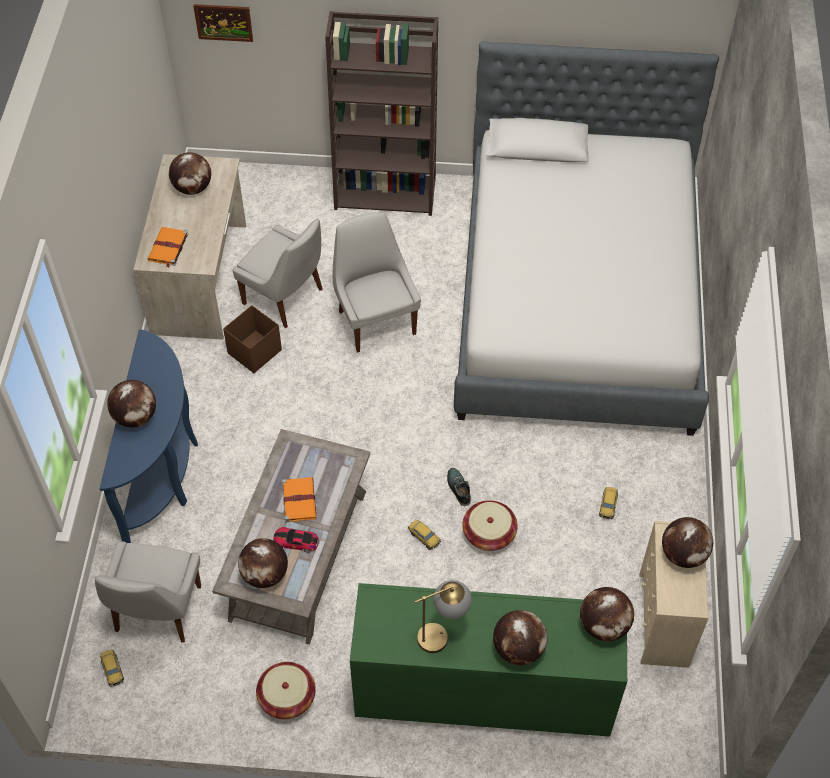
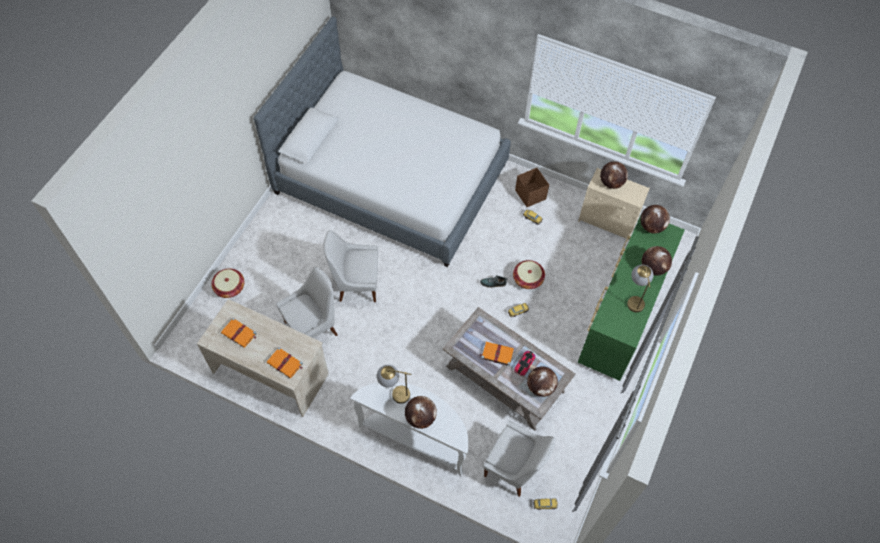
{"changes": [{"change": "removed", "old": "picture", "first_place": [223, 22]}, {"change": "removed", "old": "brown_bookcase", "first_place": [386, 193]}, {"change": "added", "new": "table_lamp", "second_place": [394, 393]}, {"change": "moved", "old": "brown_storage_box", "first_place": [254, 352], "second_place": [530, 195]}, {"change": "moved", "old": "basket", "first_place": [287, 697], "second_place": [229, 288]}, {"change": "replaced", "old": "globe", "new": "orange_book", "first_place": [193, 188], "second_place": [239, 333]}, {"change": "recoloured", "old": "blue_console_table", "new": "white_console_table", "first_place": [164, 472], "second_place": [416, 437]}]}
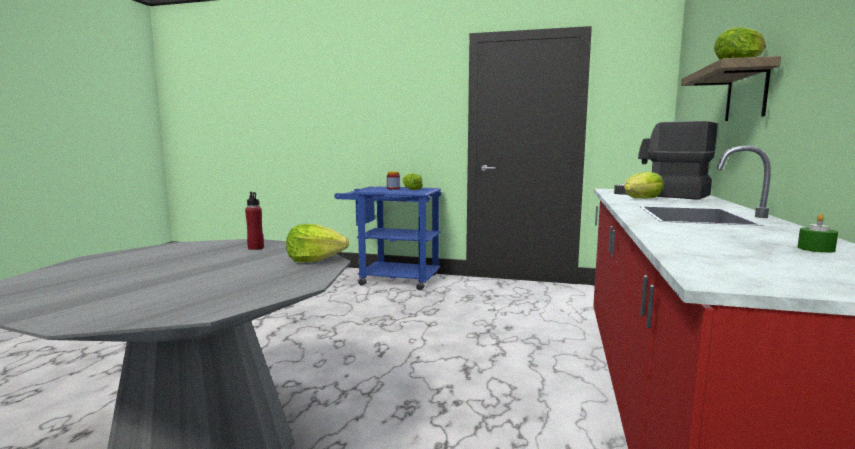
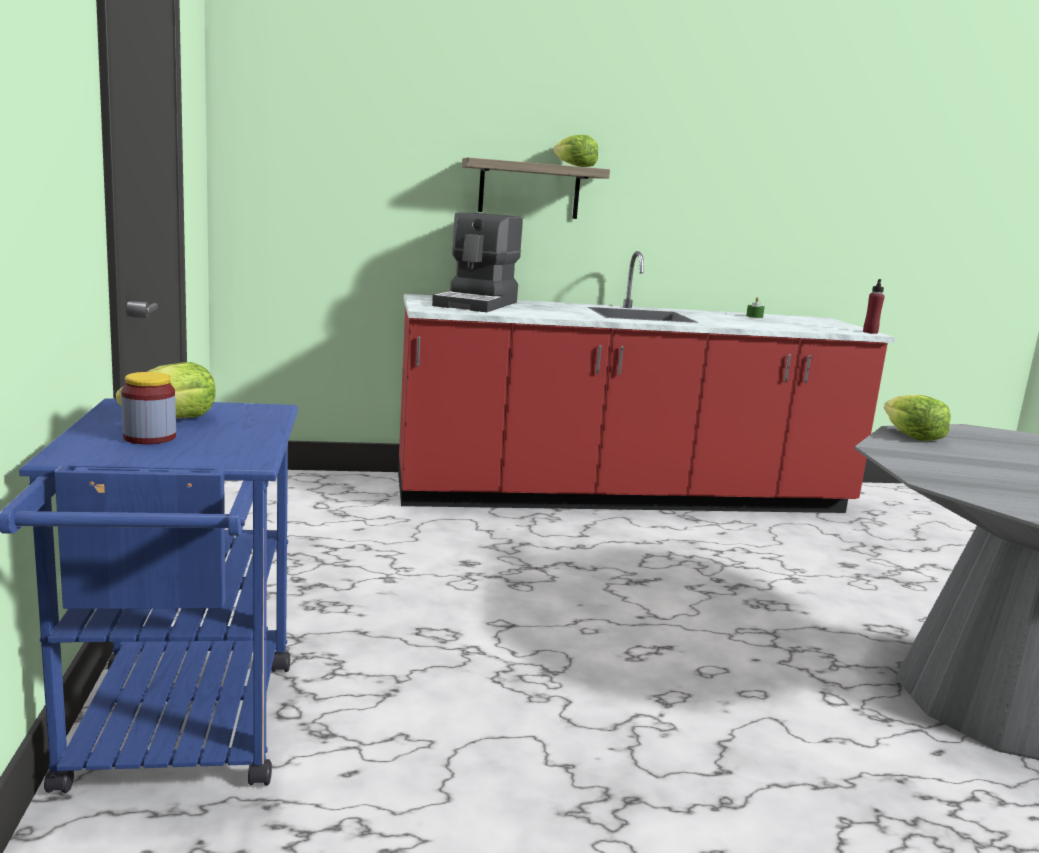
{"changes": [{"change": "removed", "old": "lettuce", "first_place": [641, 199]}, {"change": "moved", "old": "red_bottle", "first_place": [255, 248], "second_place": [870, 332]}]}
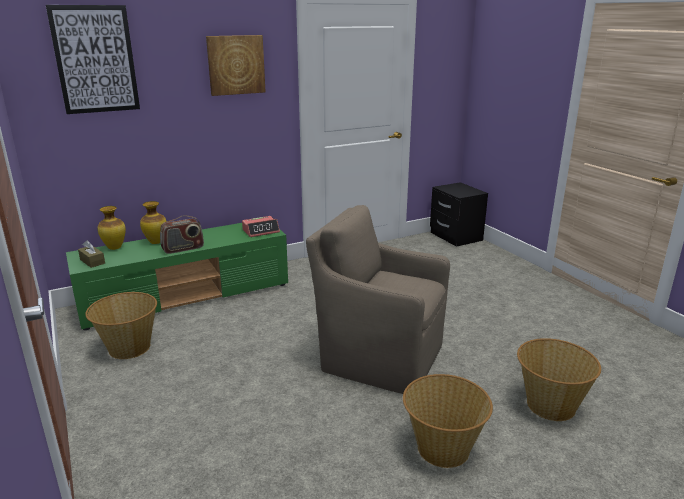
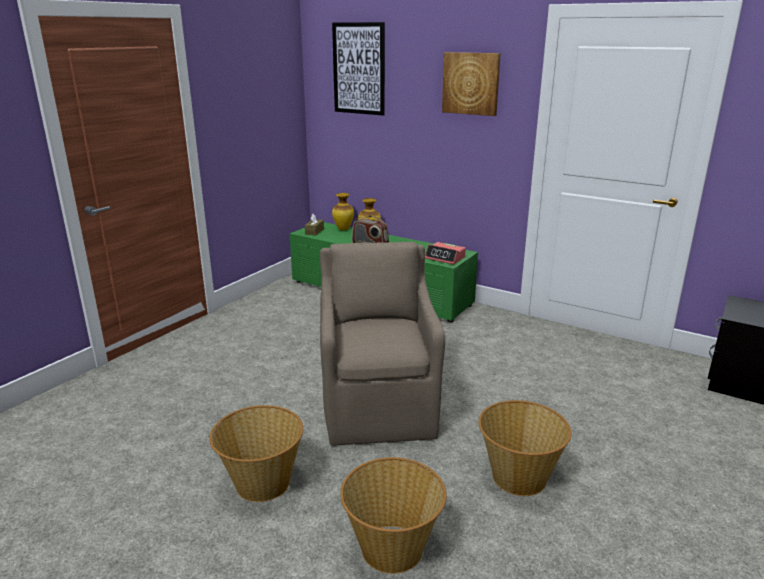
{"changes": [{"change": "moved", "old": "basket", "first_place": [129, 347], "second_place": [518, 477]}]}
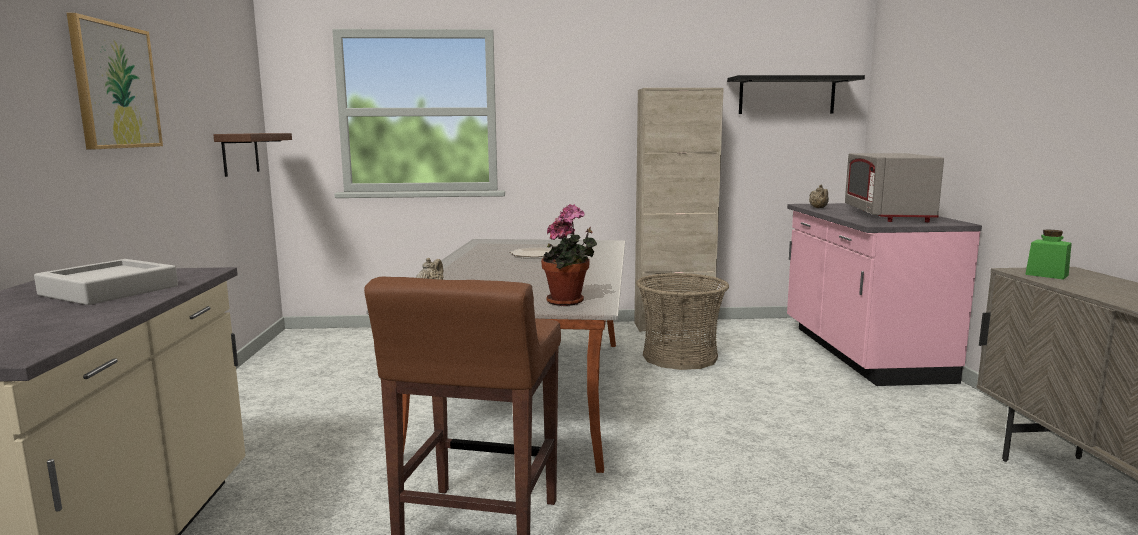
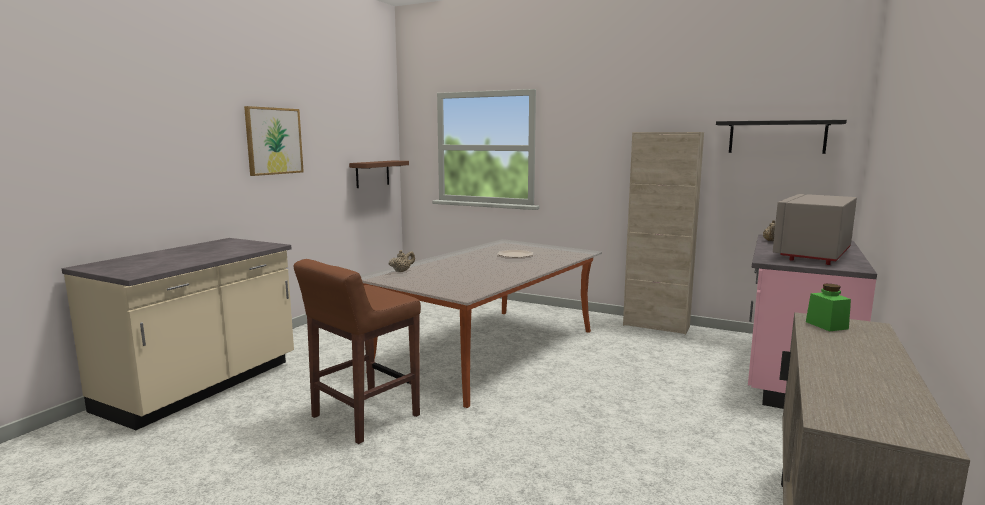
{"changes": [{"change": "removed", "old": "grey_tray", "first_place": [109, 290]}, {"change": "removed", "old": "potted_plant", "first_place": [568, 302]}, {"change": "removed", "old": "basket", "first_place": [679, 357]}]}
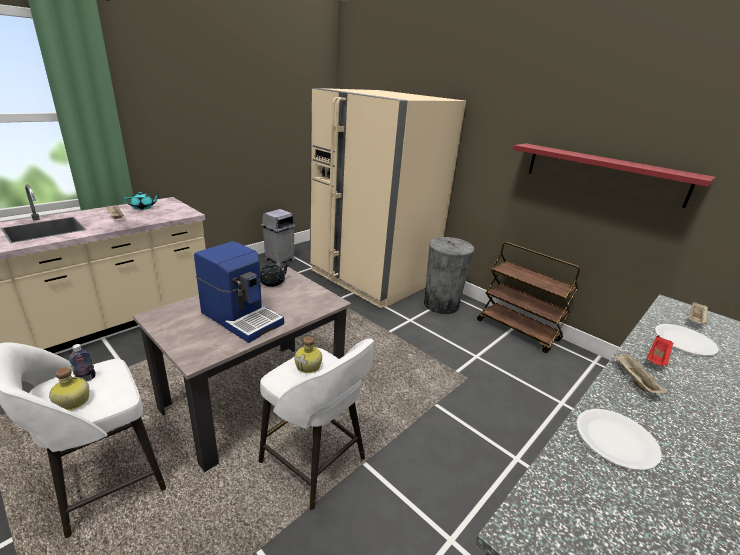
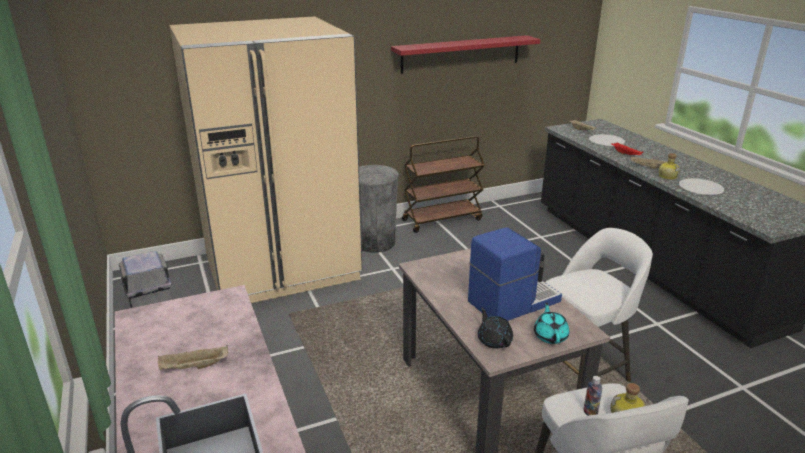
{"changes": [{"change": "moved", "old": "turquoise_teapot", "first_place": [143, 207], "second_place": [550, 336]}, {"change": "moved", "old": "black_teapot", "first_place": [272, 282], "second_place": [494, 340]}, {"change": "moved", "old": "bottle", "first_place": [309, 366], "second_place": [667, 176]}]}
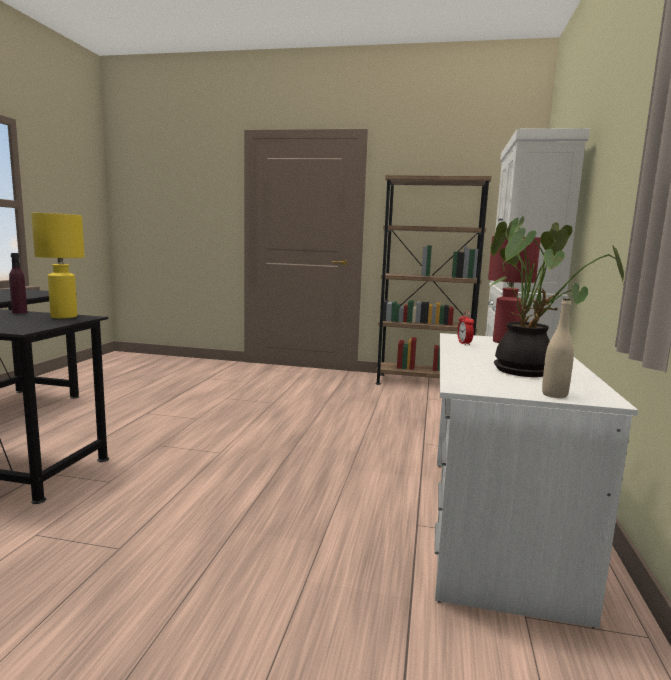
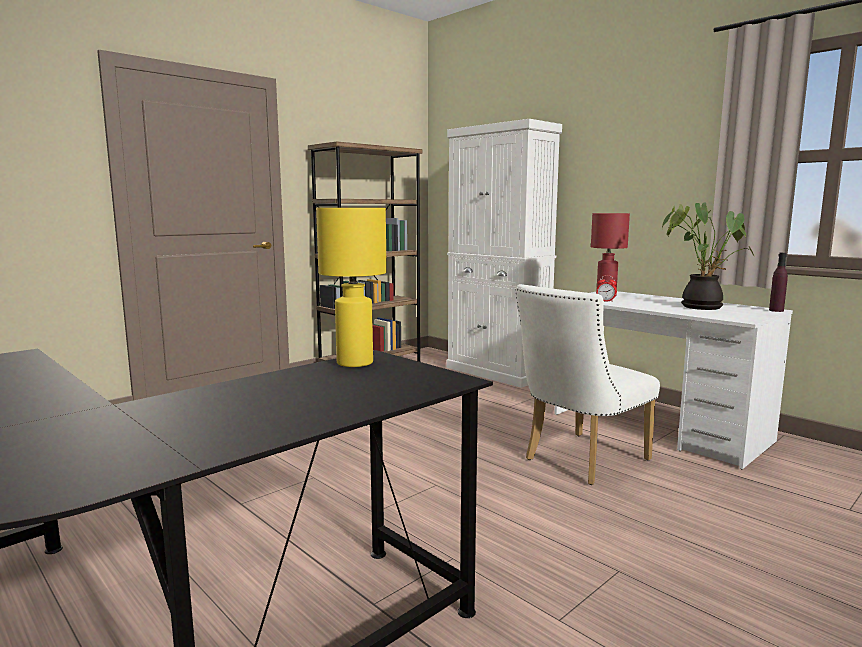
{"changes": [{"change": "removed", "old": "beige_bottle", "first_place": [554, 395]}, {"change": "added", "new": "white_chair", "second_place": [579, 461]}, {"change": "moved", "old": "purple_bottle", "first_place": [19, 312], "second_place": [776, 310]}]}
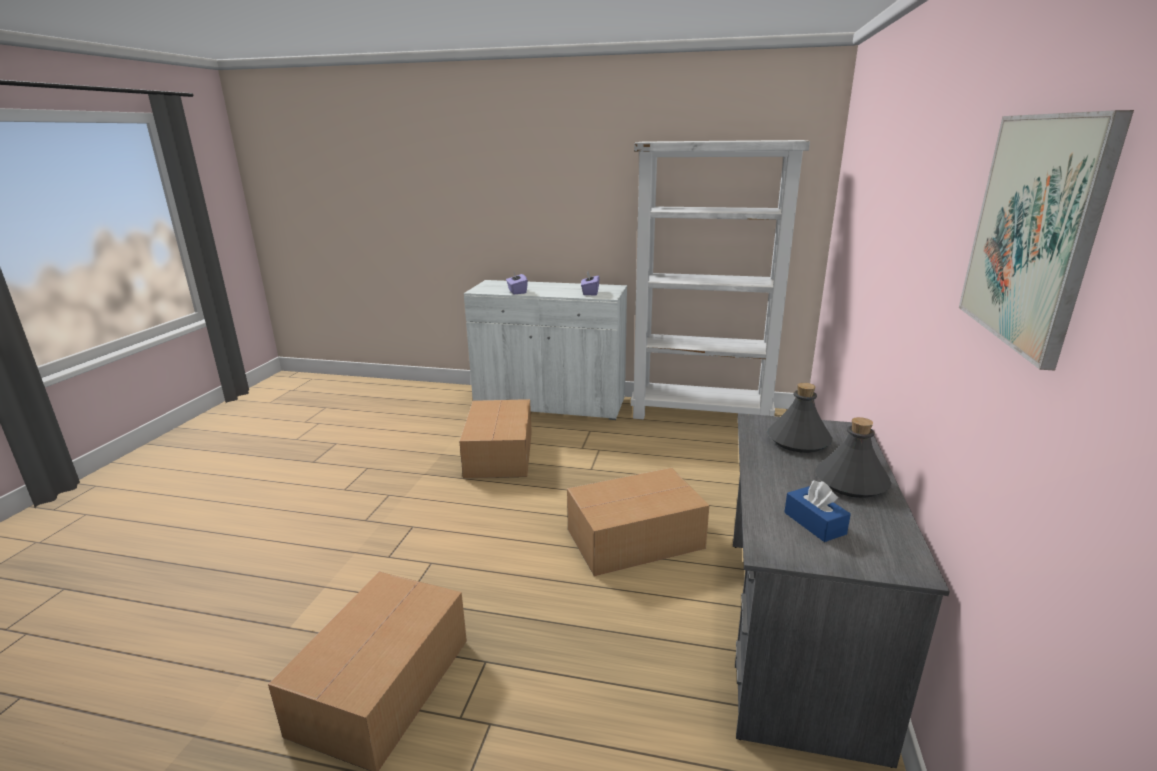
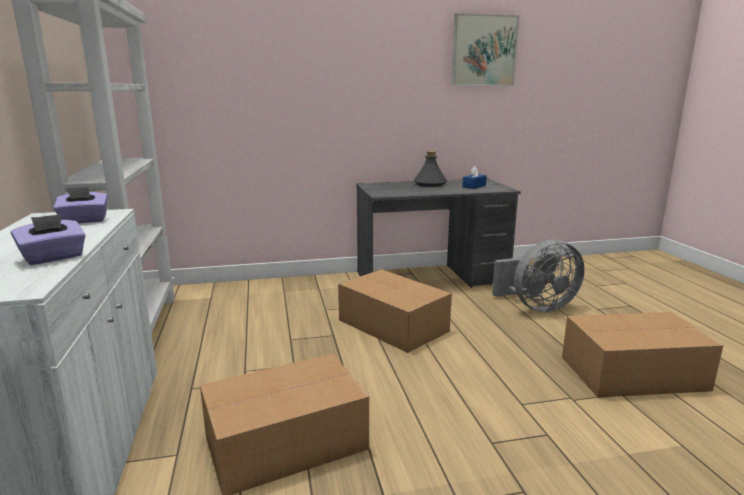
{"changes": [{"change": "removed", "old": "grey_bottle", "first_place": [799, 441]}, {"change": "added", "new": "grey_fan", "second_place": [537, 307]}]}
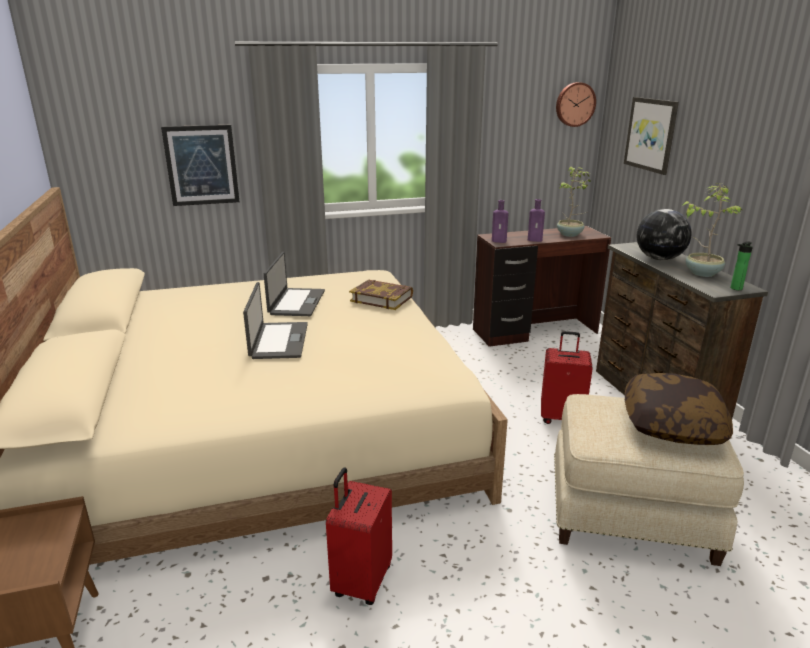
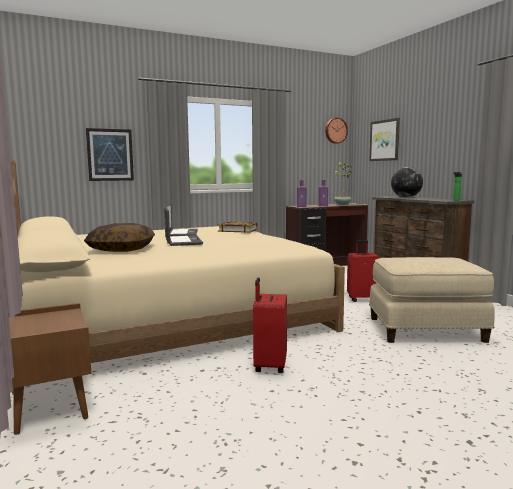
{"changes": [{"change": "removed", "old": "potted_plant", "first_place": [702, 273]}, {"change": "moved", "old": "pillow", "first_place": [672, 425], "second_place": [122, 249]}]}
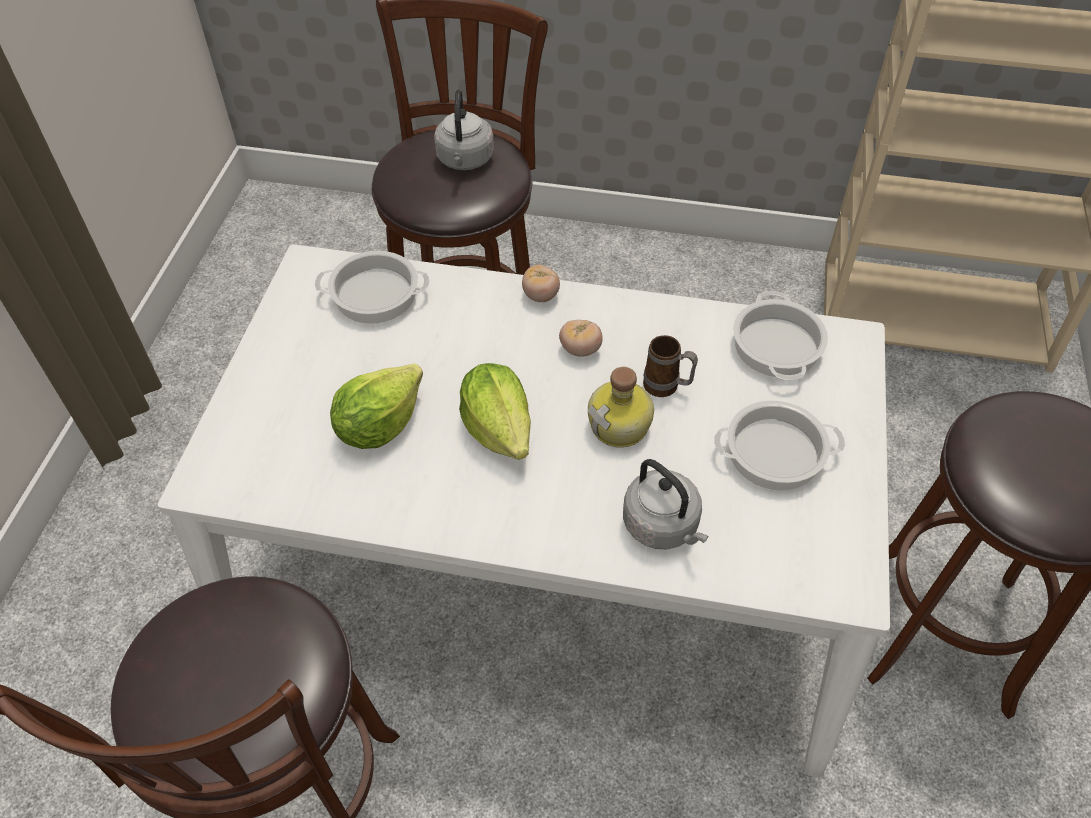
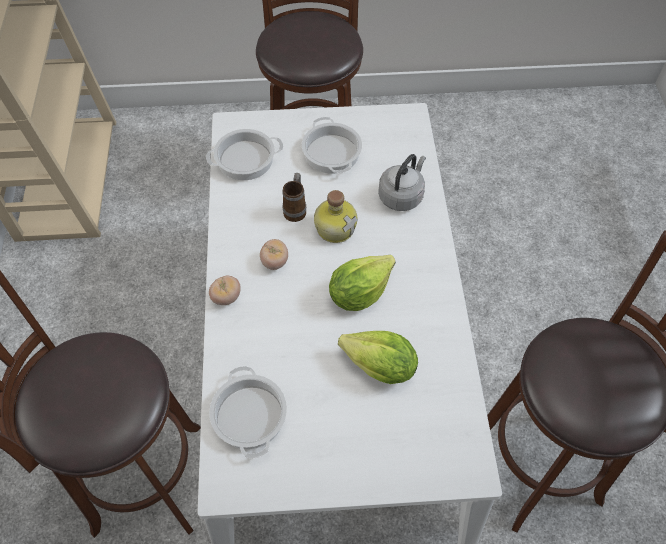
{"changes": [{"change": "removed", "old": "grey_kettle", "first_place": [465, 161]}]}
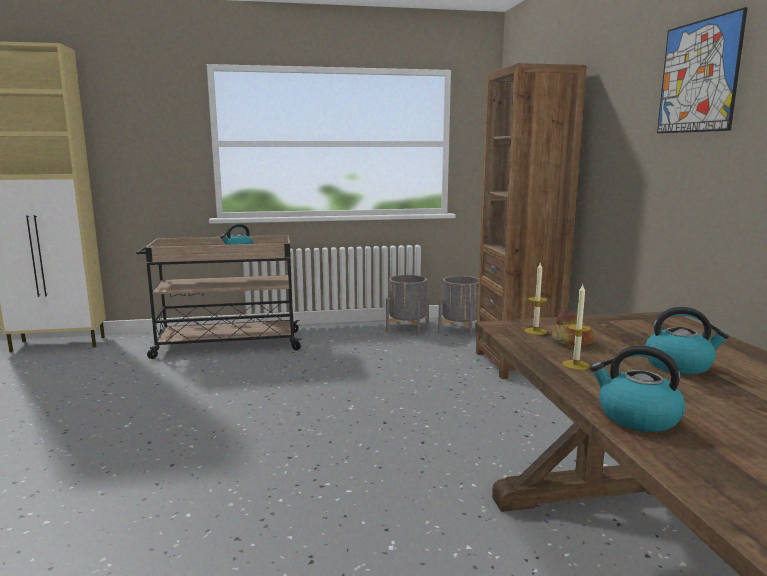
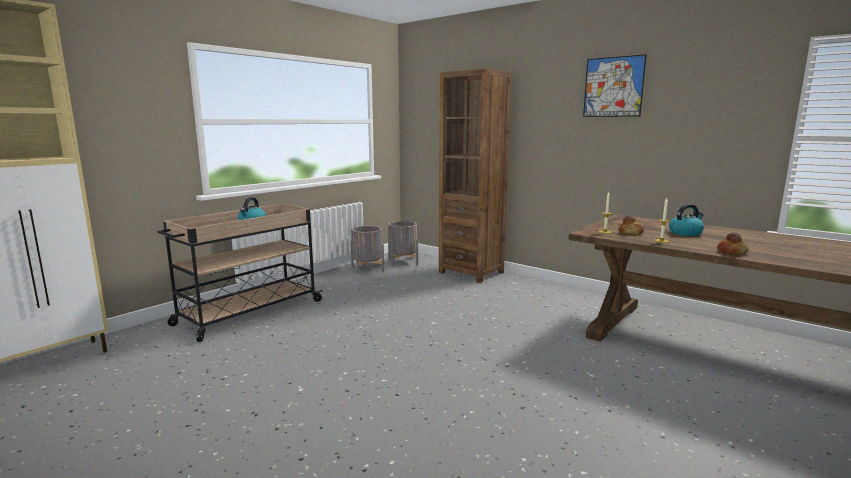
{"changes": [{"change": "replaced", "old": "kettle", "new": "bread", "first_place": [636, 417], "second_place": [732, 252]}]}
